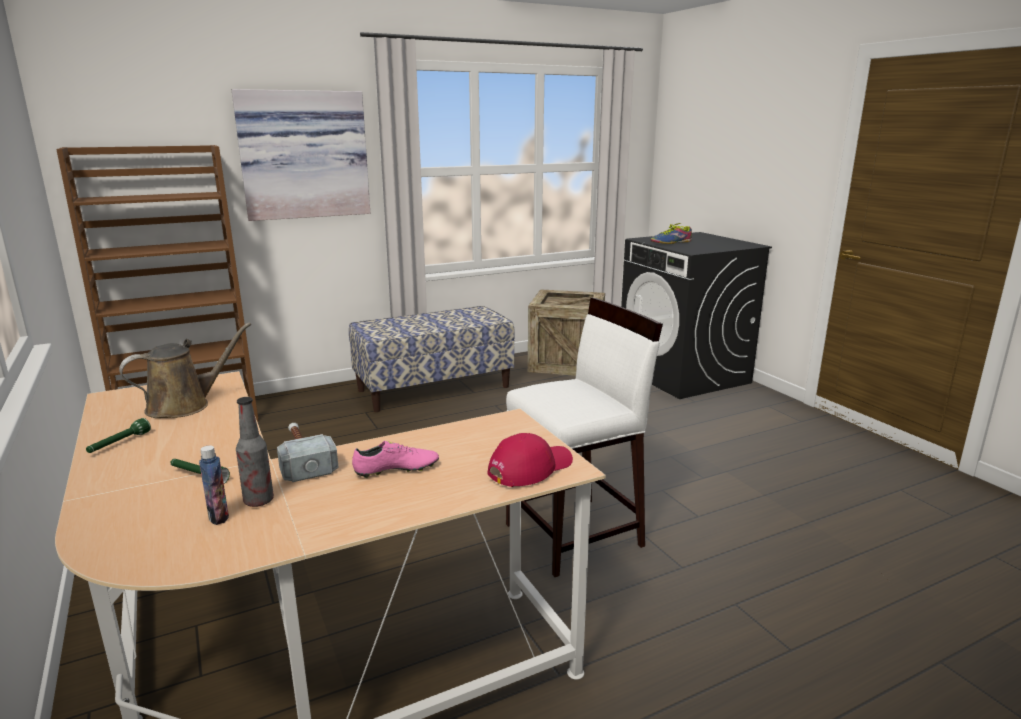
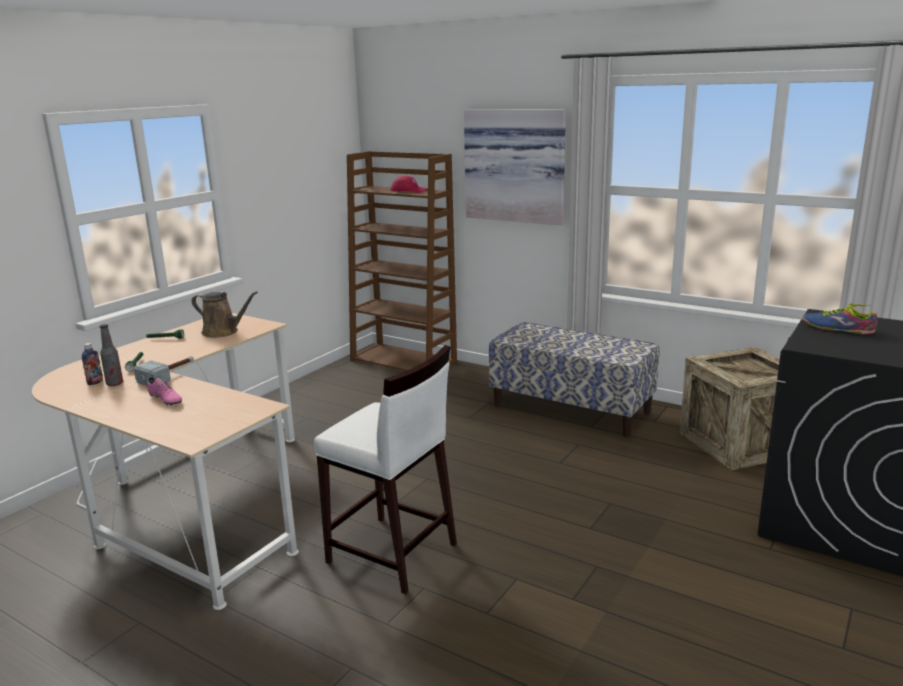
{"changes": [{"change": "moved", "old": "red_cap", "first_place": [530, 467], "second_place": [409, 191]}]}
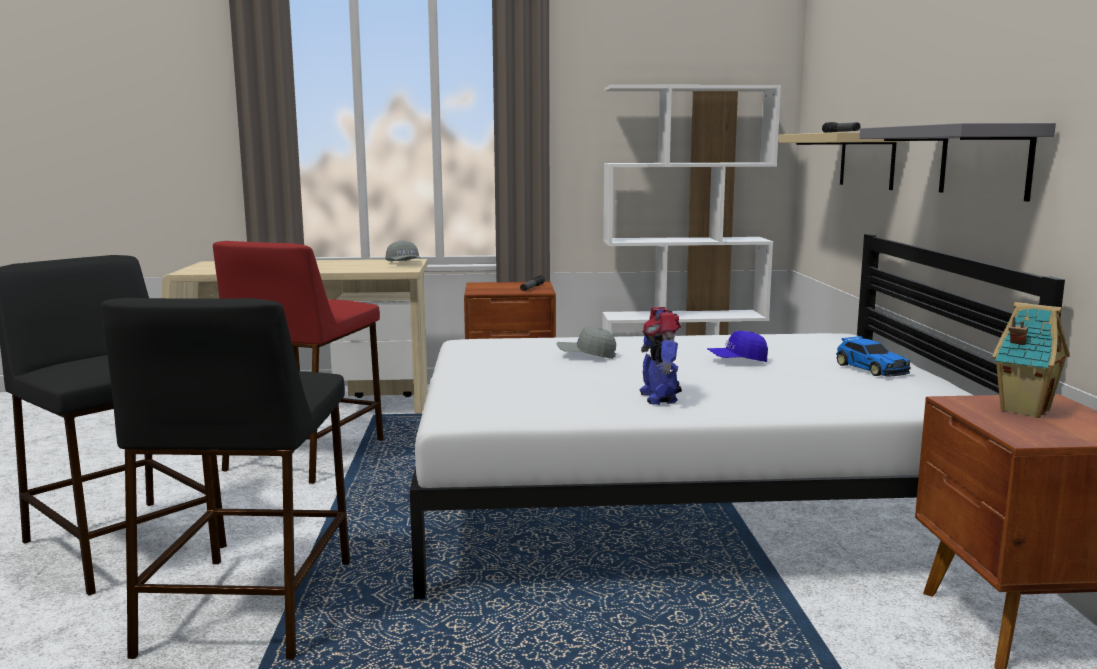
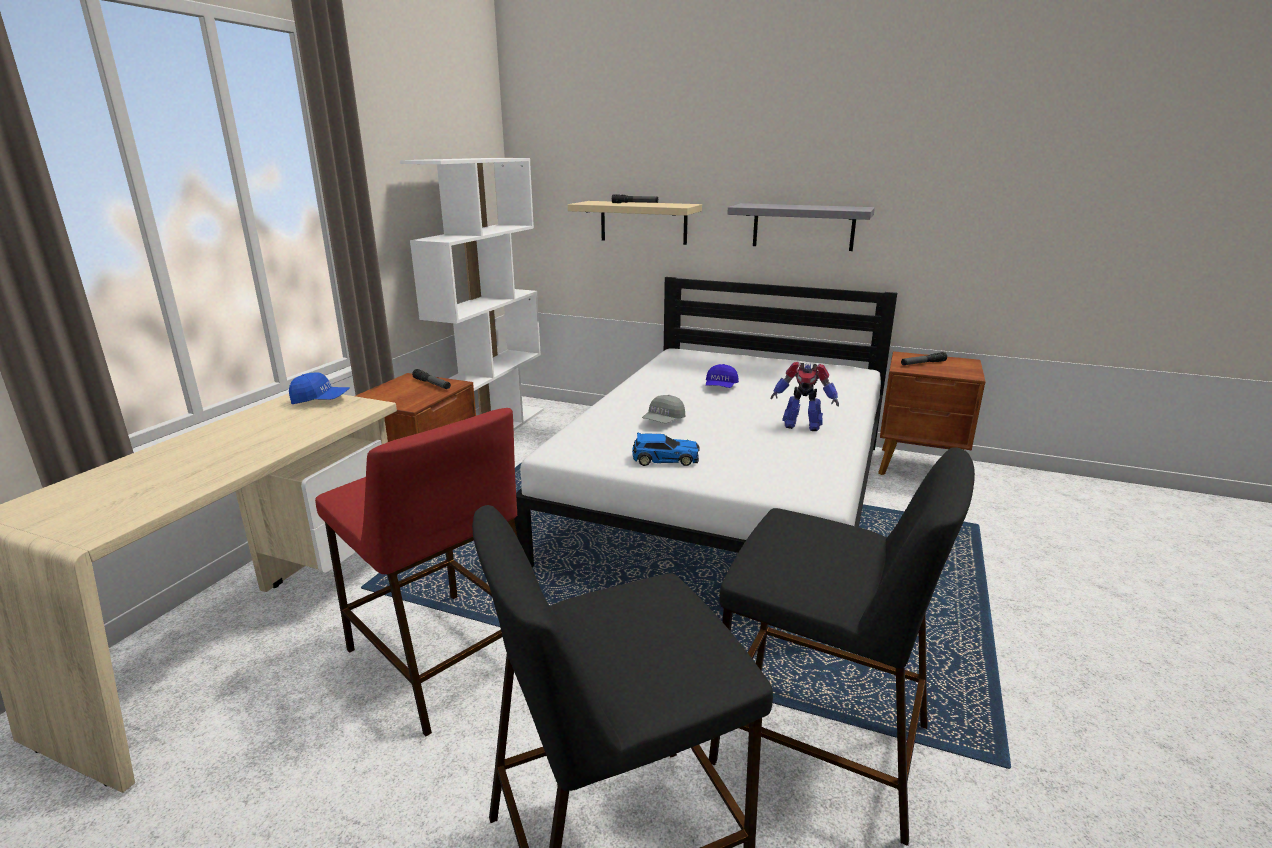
{"changes": [{"change": "moved", "old": "toy_car", "first_place": [871, 368], "second_place": [664, 459]}, {"change": "replaced", "old": "toy_house", "new": "flashlight", "first_place": [1023, 410], "second_place": [923, 363]}, {"change": "recoloured", "old": "grey_cap", "new": "blue_cap", "first_place": [404, 263], "second_place": [320, 401]}]}
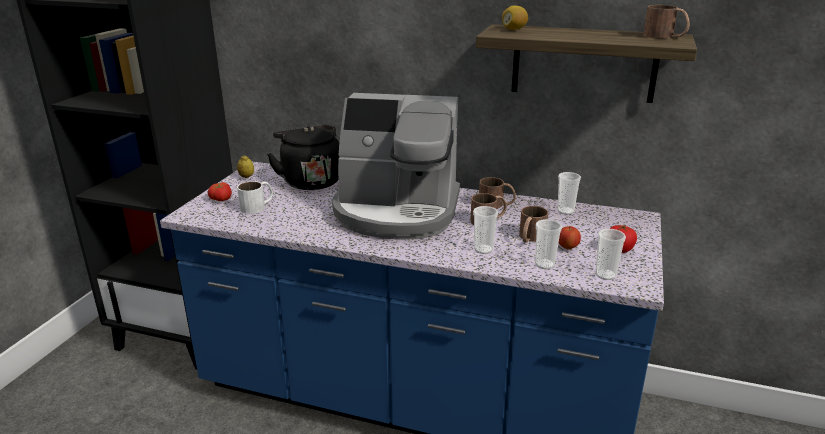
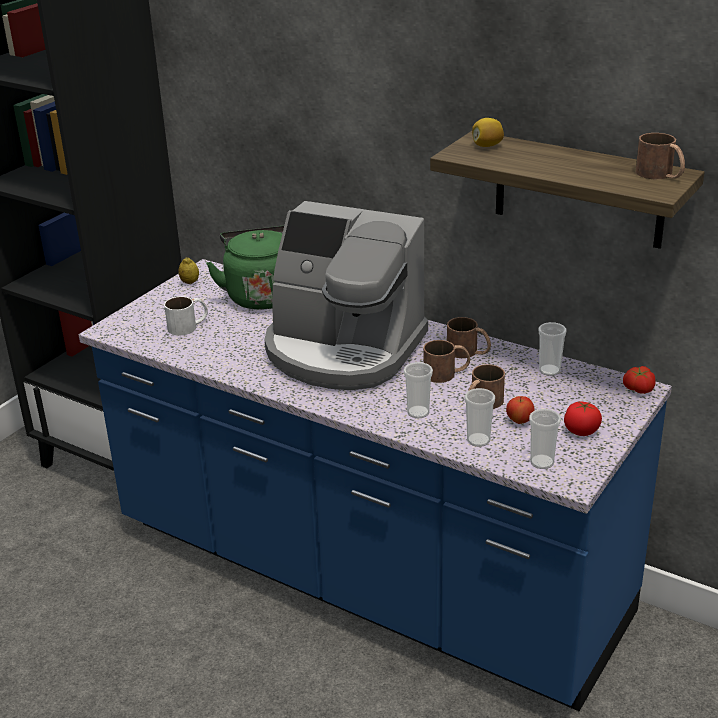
{"changes": [{"change": "moved", "old": "tomato", "first_place": [220, 199], "second_place": [638, 389]}, {"change": "recoloured", "old": "black_kettle", "new": "green_kettle", "first_place": [310, 181], "second_place": [261, 295]}]}
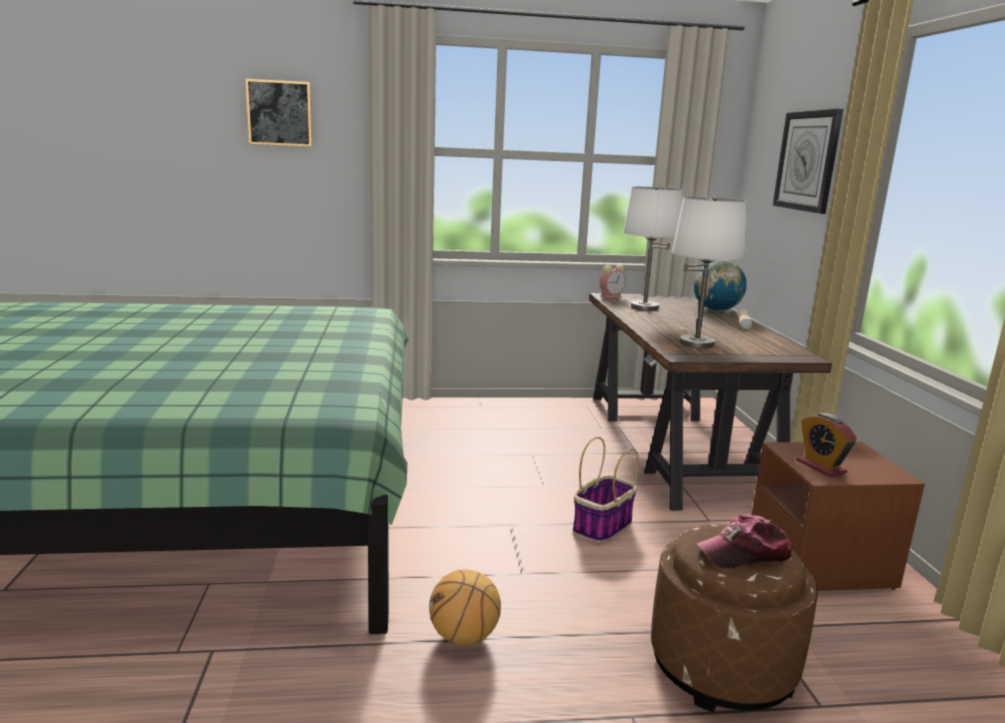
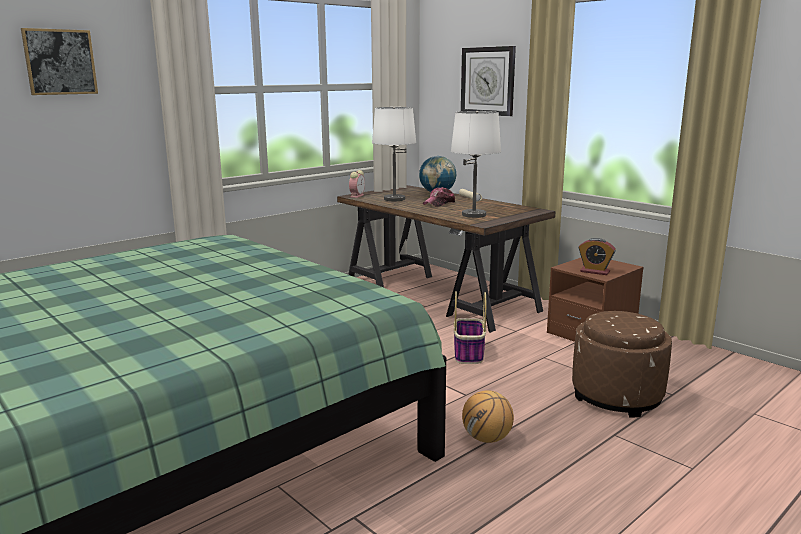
{"changes": [{"change": "moved", "old": "cap", "first_place": [744, 554], "second_place": [439, 203]}]}
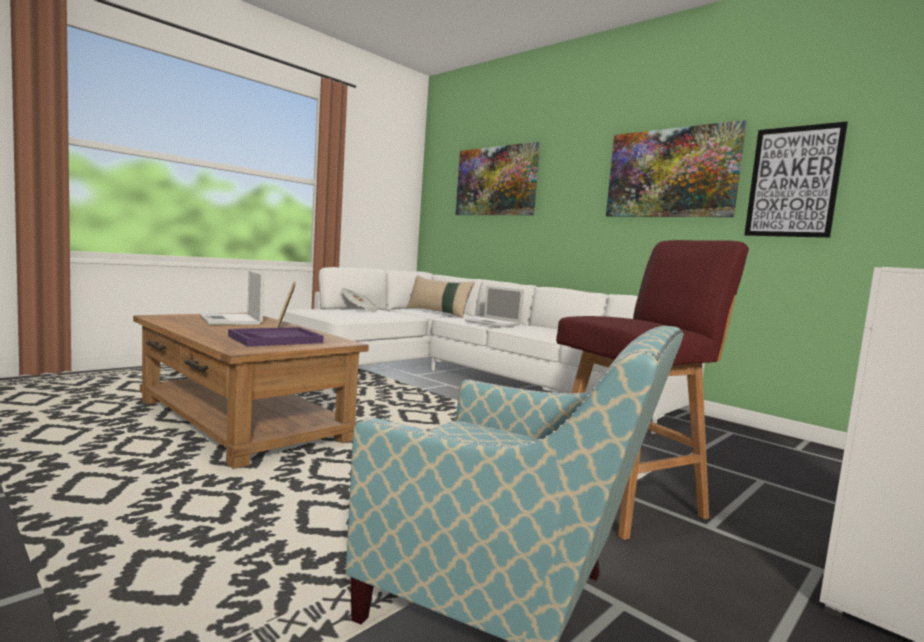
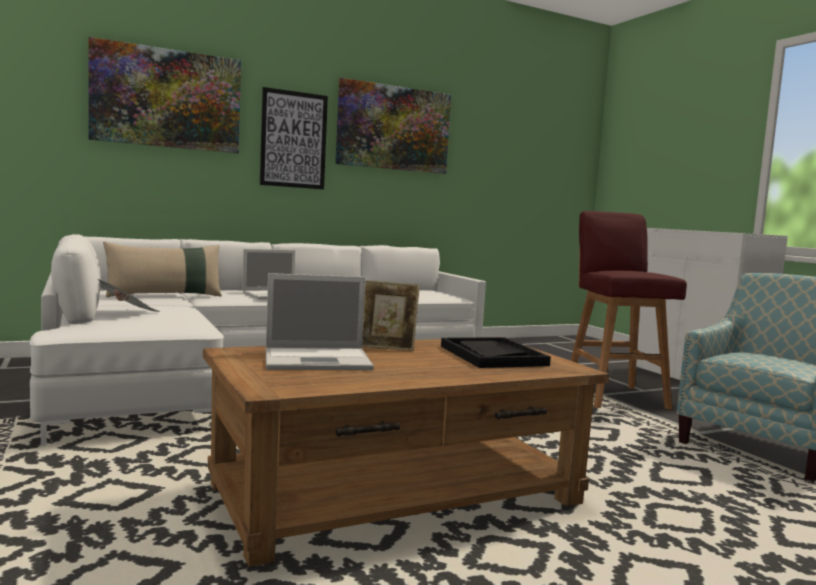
{"changes": [{"change": "moved", "old": "picture", "first_place": [793, 182], "second_place": [293, 140]}, {"change": "recoloured", "old": "purple_tray", "new": "black_tray", "first_place": [275, 339], "second_place": [492, 355]}]}
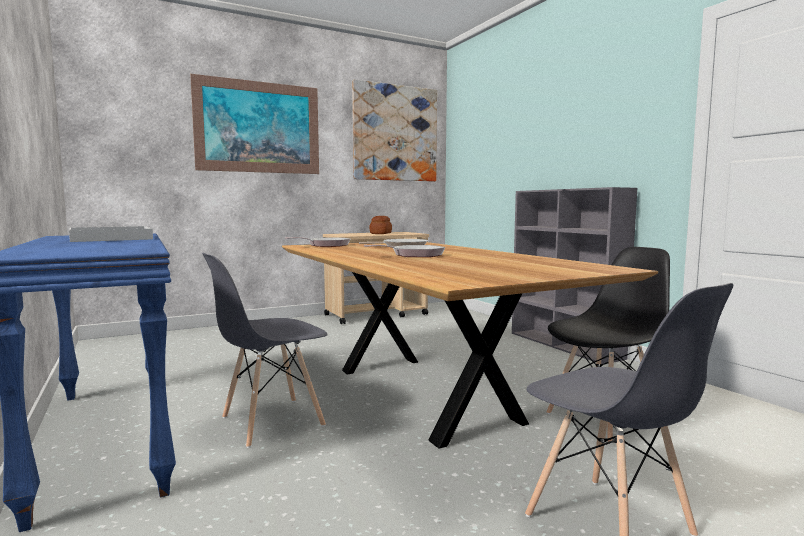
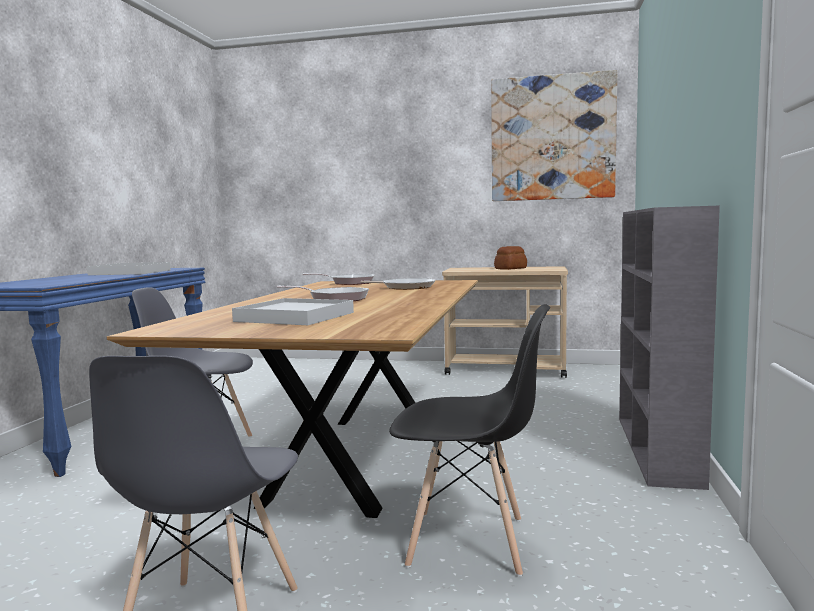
{"changes": [{"change": "removed", "old": "picture", "first_place": [258, 127]}, {"change": "added", "new": "white_tray", "second_place": [294, 317]}]}
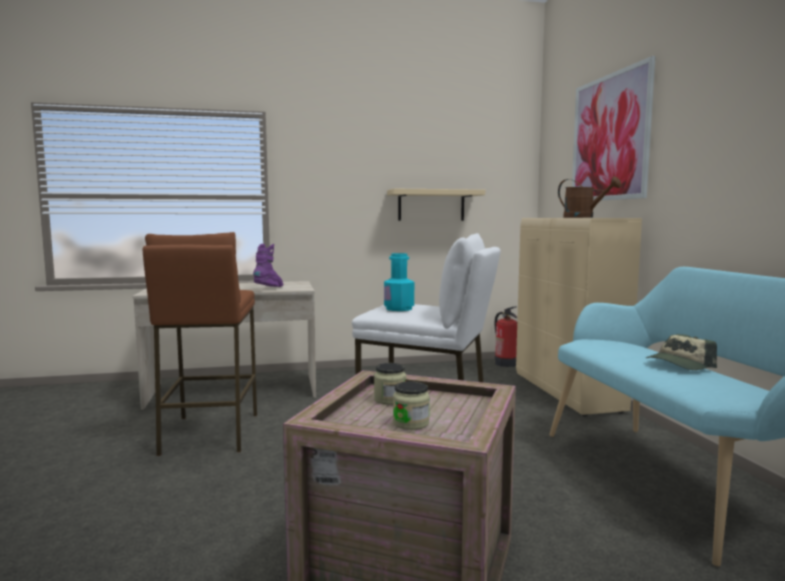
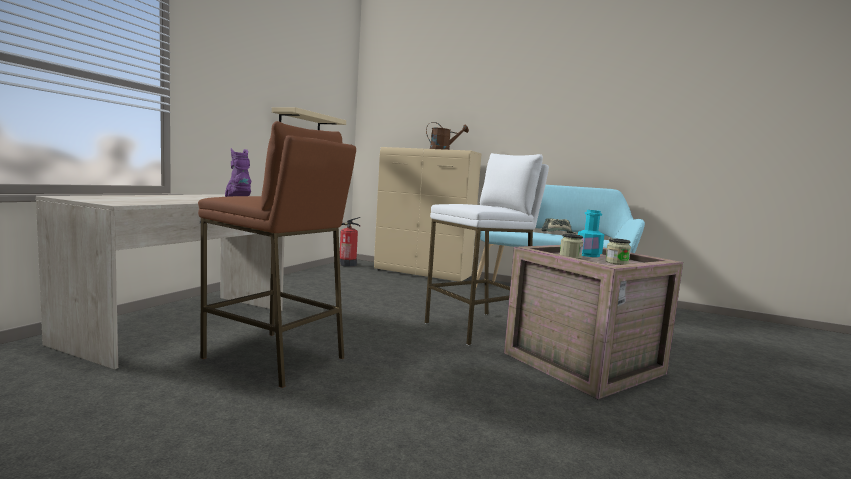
{"changes": [{"change": "removed", "old": "picture", "first_place": [609, 138]}, {"change": "moved", "old": "turquoise_bottle", "first_place": [399, 309], "second_place": [588, 255]}]}
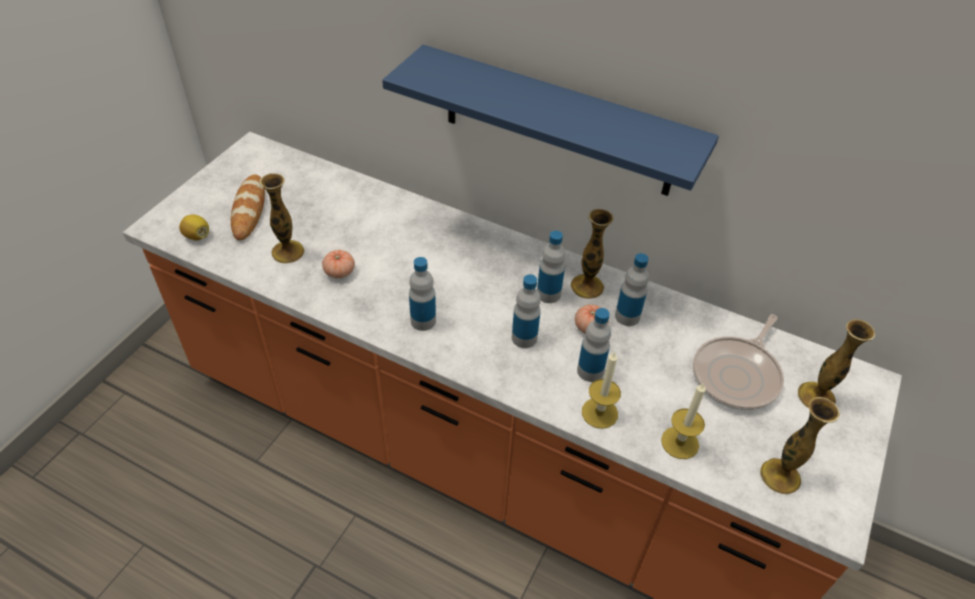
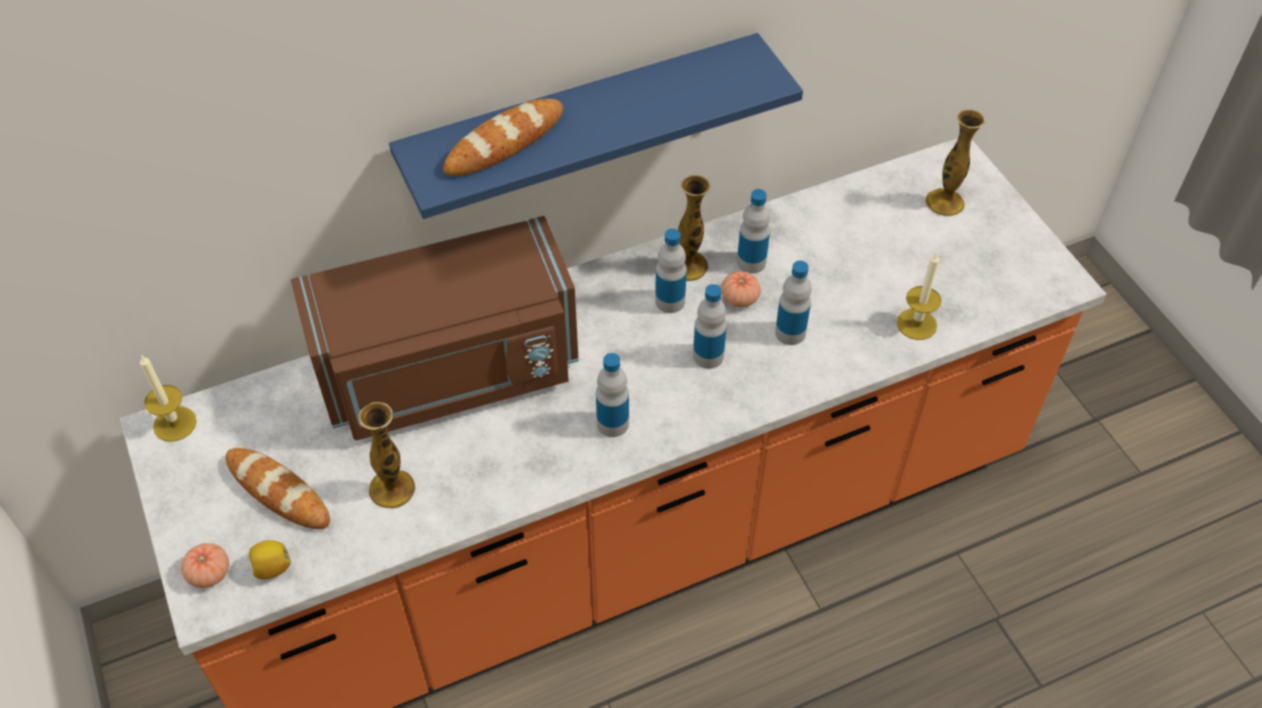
{"changes": [{"change": "removed", "old": "frying_pan", "first_place": [738, 375]}, {"change": "removed", "old": "vase", "first_place": [780, 476]}, {"change": "added", "new": "brown_microwave", "second_place": [450, 373]}, {"change": "added", "new": "bread", "second_place": [505, 143]}, {"change": "moved", "old": "tomato", "first_place": [339, 272], "second_place": [209, 573]}, {"change": "moved", "old": "candle", "first_place": [599, 413], "second_place": [174, 424]}]}
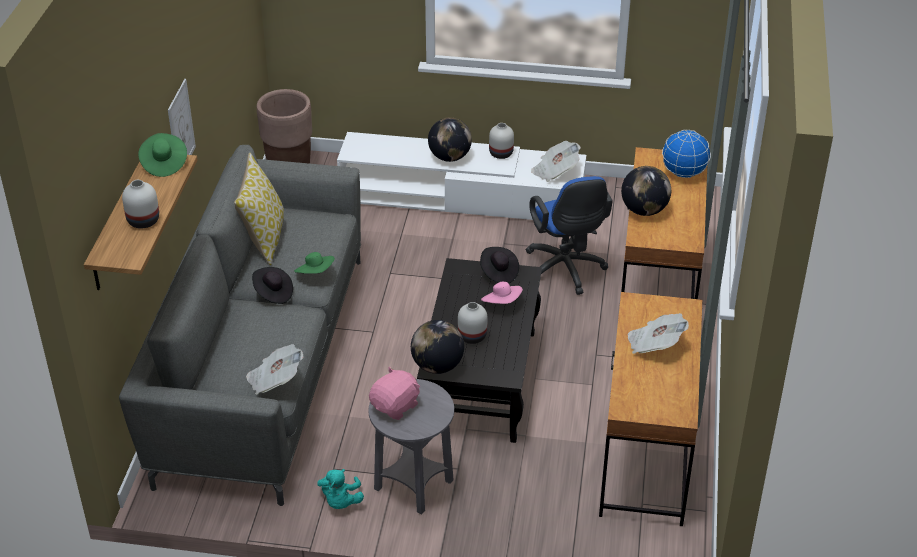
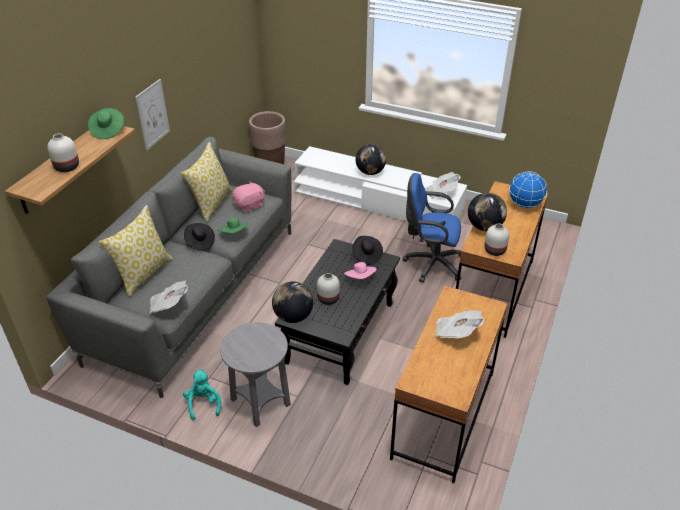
{"changes": [{"change": "added", "new": "pillow", "second_place": [143, 274]}, {"change": "moved", "old": "pink_plush_toy", "first_place": [395, 406], "second_place": [249, 205]}, {"change": "moved", "old": "white_vase", "first_place": [500, 154], "second_place": [494, 250]}, {"change": "turned", "old": "turquoise_plush_toy", "first_place": [341, 501], "second_place": [203, 404], "degrees": 150}, {"change": "turned", "old": "blue_office_chair", "first_place": [565, 271], "second_place": [431, 264], "degrees": 105}]}
